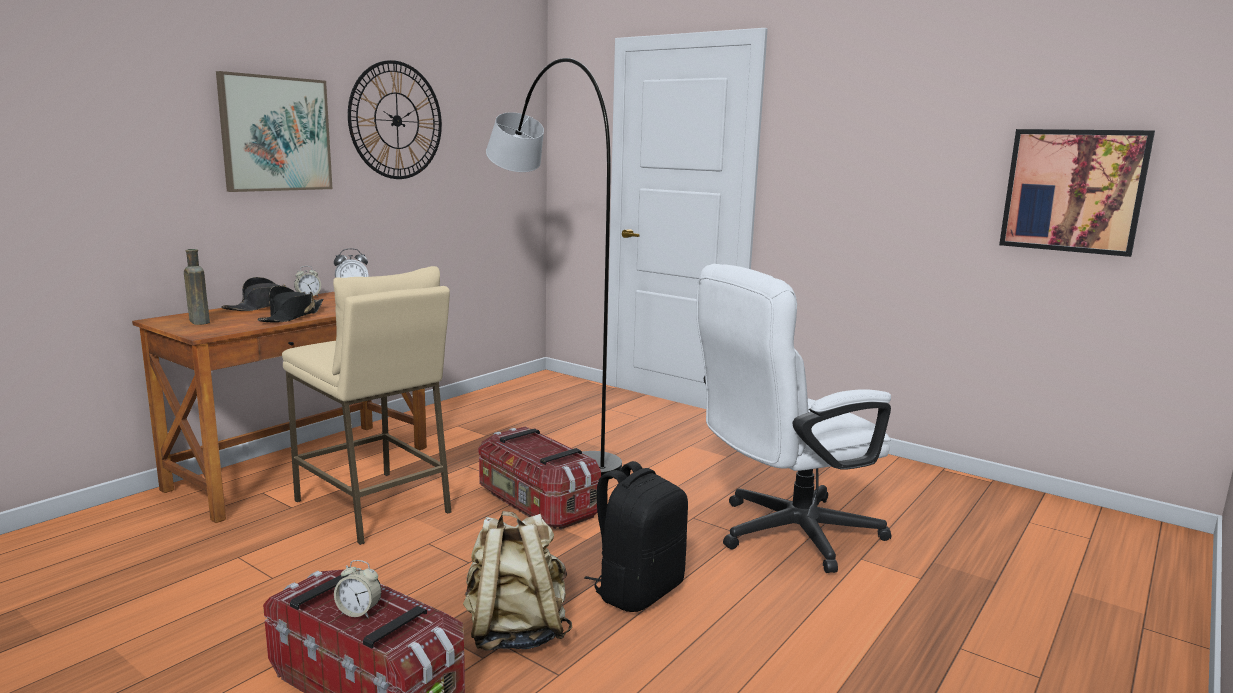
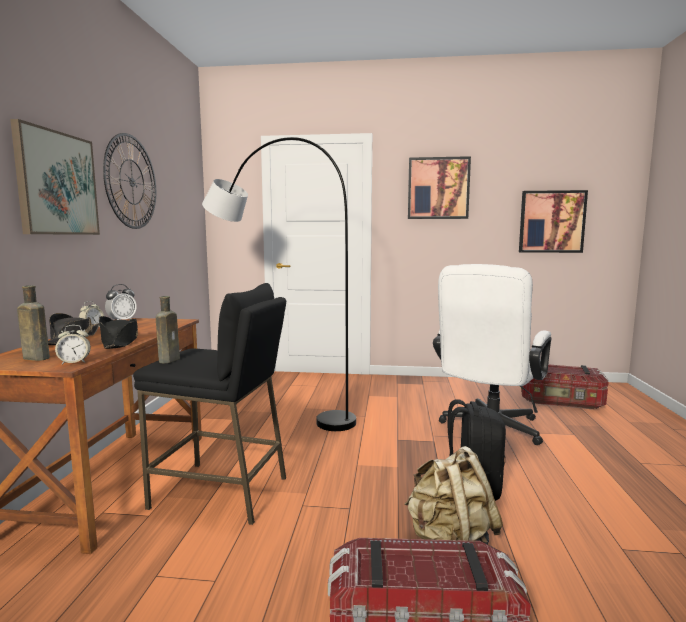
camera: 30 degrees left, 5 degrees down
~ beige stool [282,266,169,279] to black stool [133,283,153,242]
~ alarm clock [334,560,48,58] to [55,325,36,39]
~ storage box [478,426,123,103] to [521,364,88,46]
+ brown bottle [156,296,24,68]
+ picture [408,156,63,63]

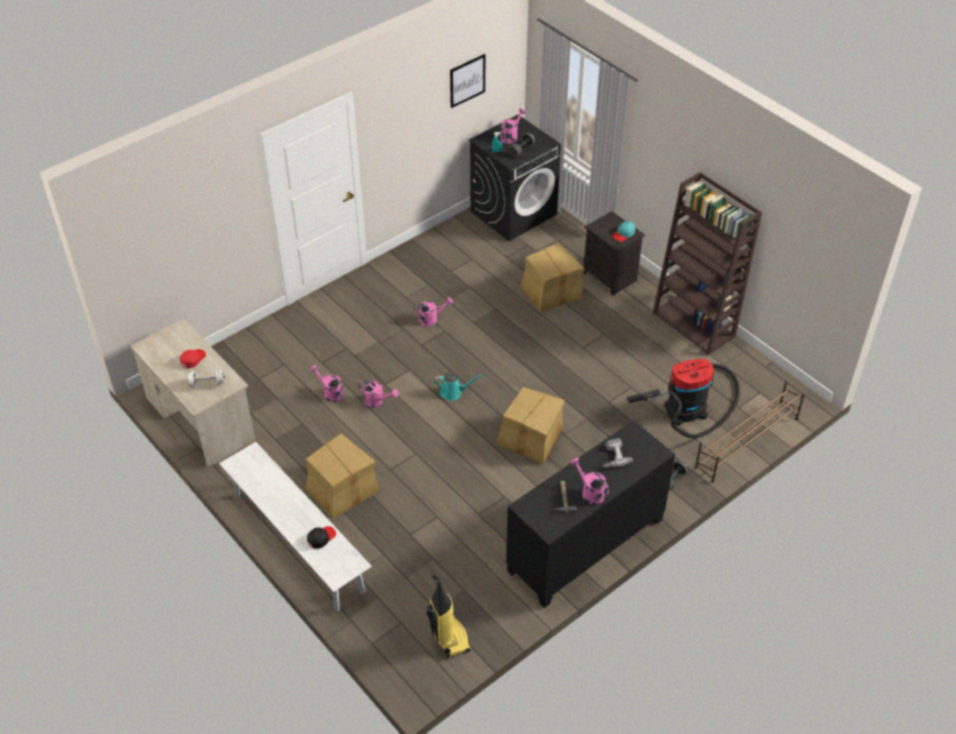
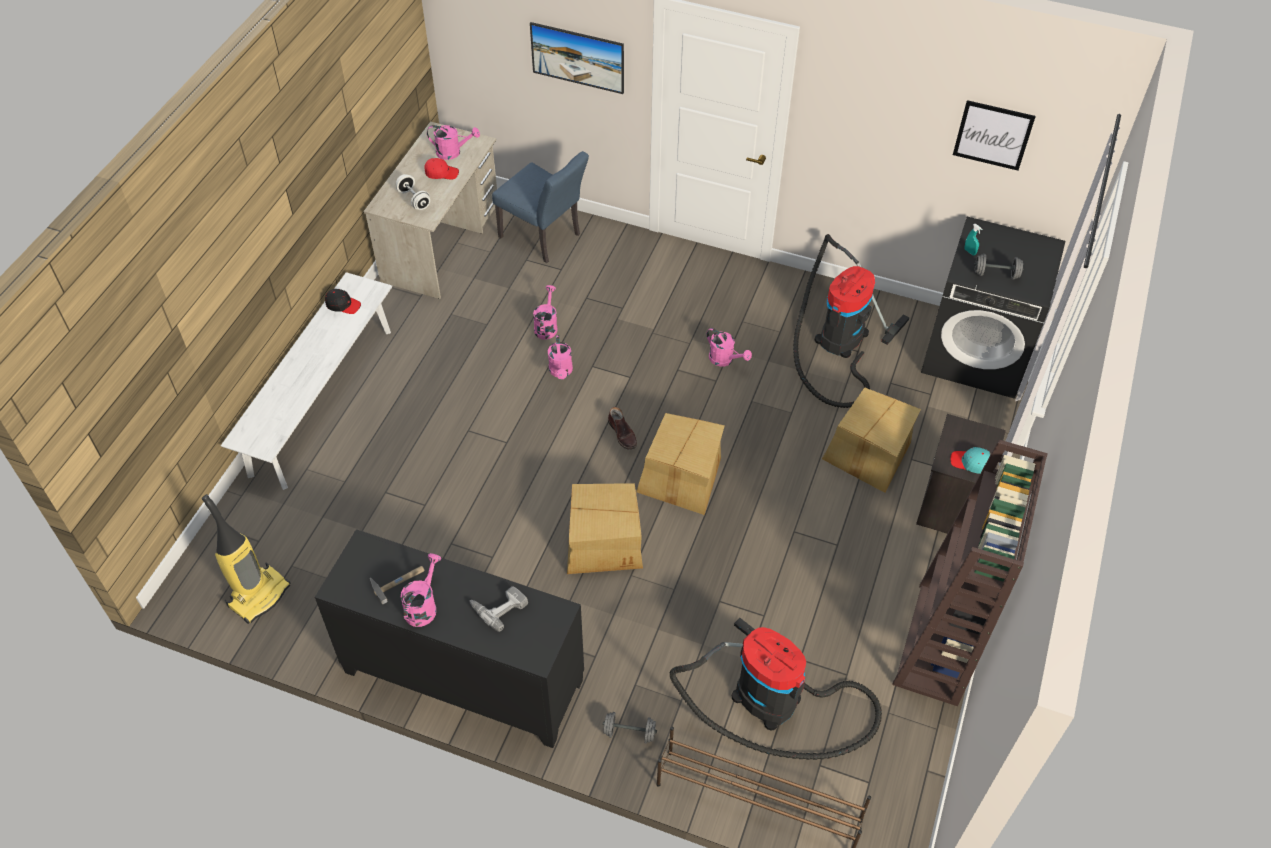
camera: 60 degrees right, 5 degrees up
~ cardboard box [305,433,75,86] to [636,413,89,102]
~ black cap [307,526,29,23] to [325,289,36,25]
~ turquoise watering can [434,373,48,28] to brown boot [608,407,29,43]
~ pink watering can [500,108,26,36] to [427,125,53,35]
+ blue chair [492,151,97,112]
+ picture [530,22,94,72]
+ vacuum cleaner [793,234,116,174]

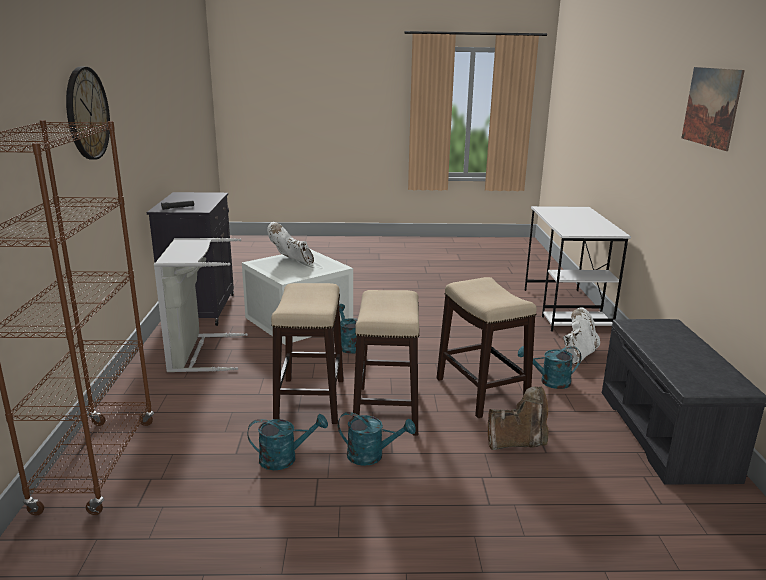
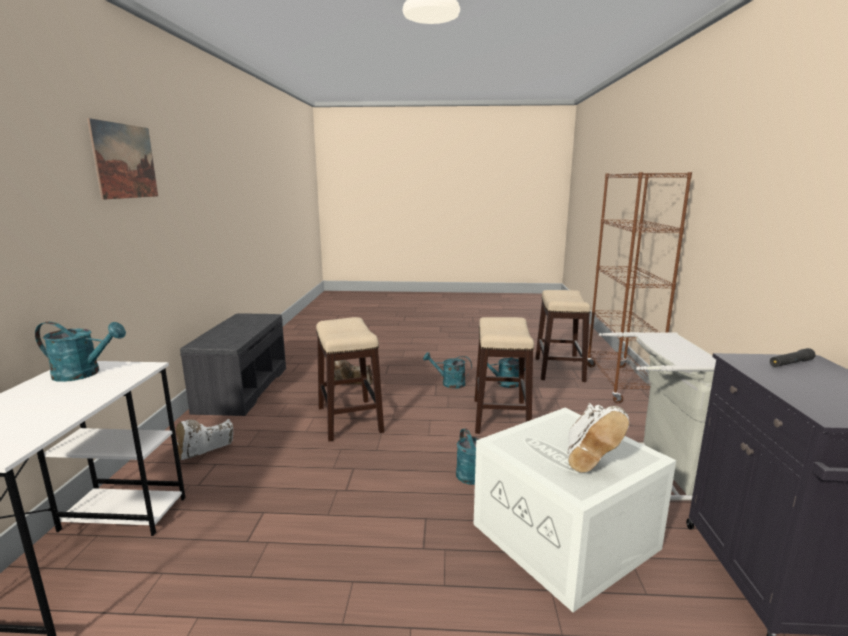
camera: 175 degrees left, 5 degrees down
- wall clock [66,66,44,94]
~ white boot [267,222,47,42] = [568,403,61,69] 60 degrees clockwise
~ stool [353,290,66,146] to [535,290,56,92]
~ turquoise watering can [518,346,63,43] to [35,322,91,60]

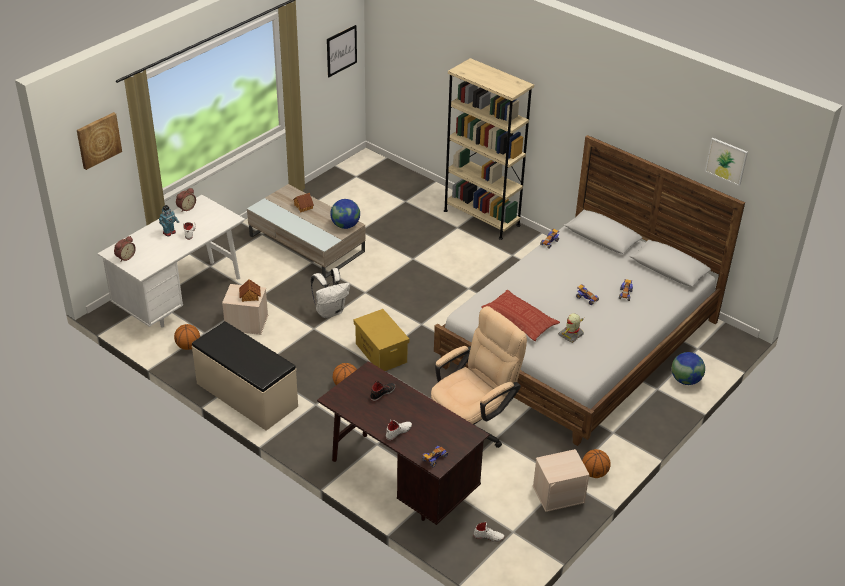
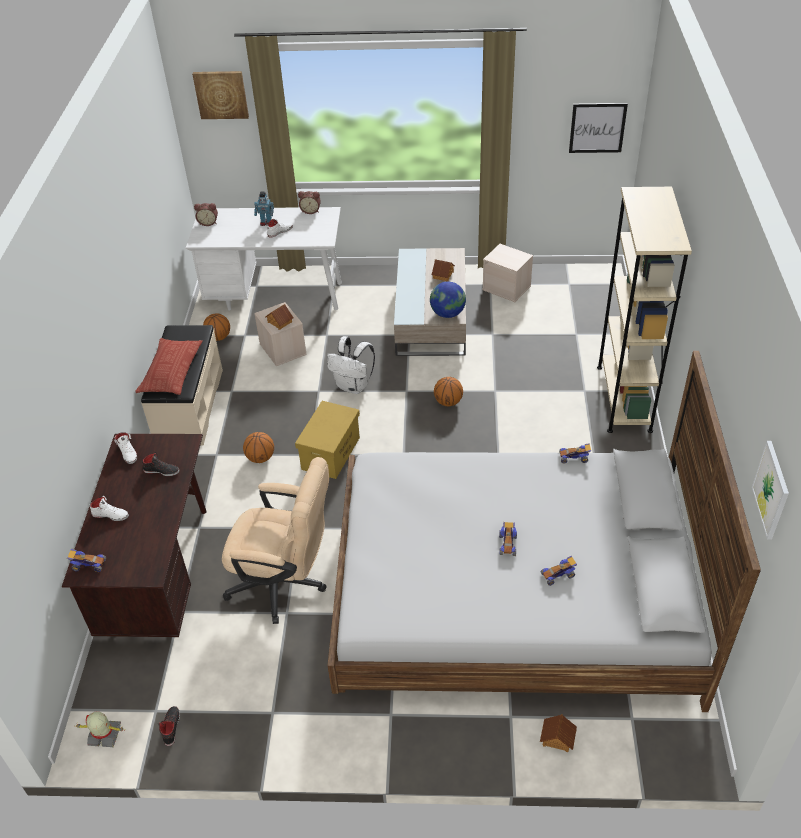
camera: 55 degrees right, 5 degrees up
~ white shoe [473,521,32,21] to [115,432,22,32]
~ pillow [481,290,79,51] to [135,338,68,57]
~ beige storage box [533,449,57,63] to [482,244,51,58]
~ toy robot [558,313,27,30] to [76,712,49,35]
~ basketball [582,449,29,29] to [434,377,29,29]
~ globe [671,352,34,33] to toy house [540,714,37,38]
+ black shoe [158,706,22,40]

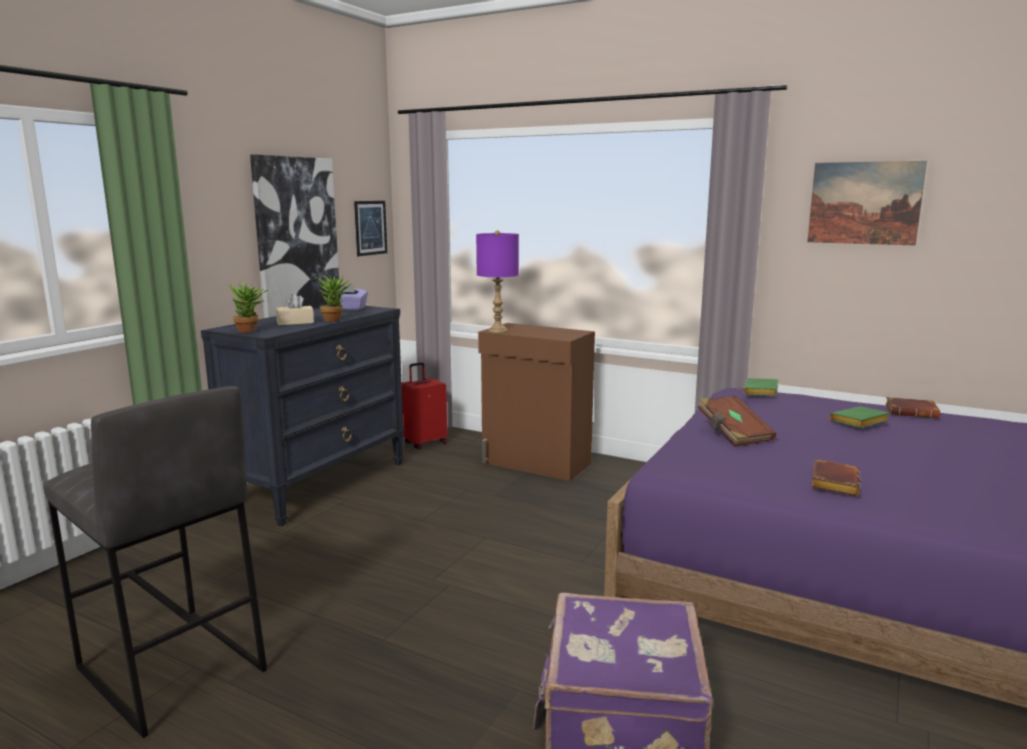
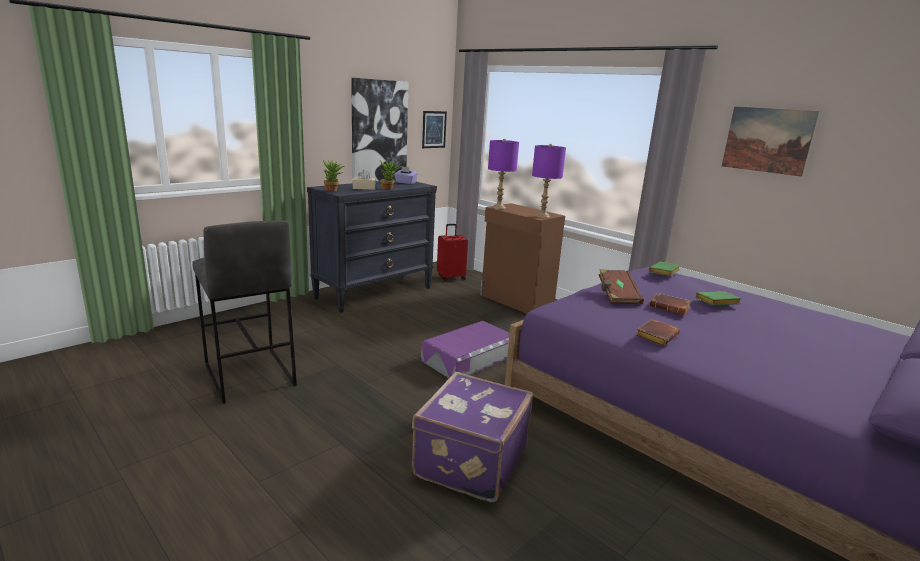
camera: 15 degrees right, 5 degrees up
~ brown book [886,397,54,21] to [649,293,42,22]
+ purple storage box [421,321,88,57]
+ purple table lamp [532,144,34,74]

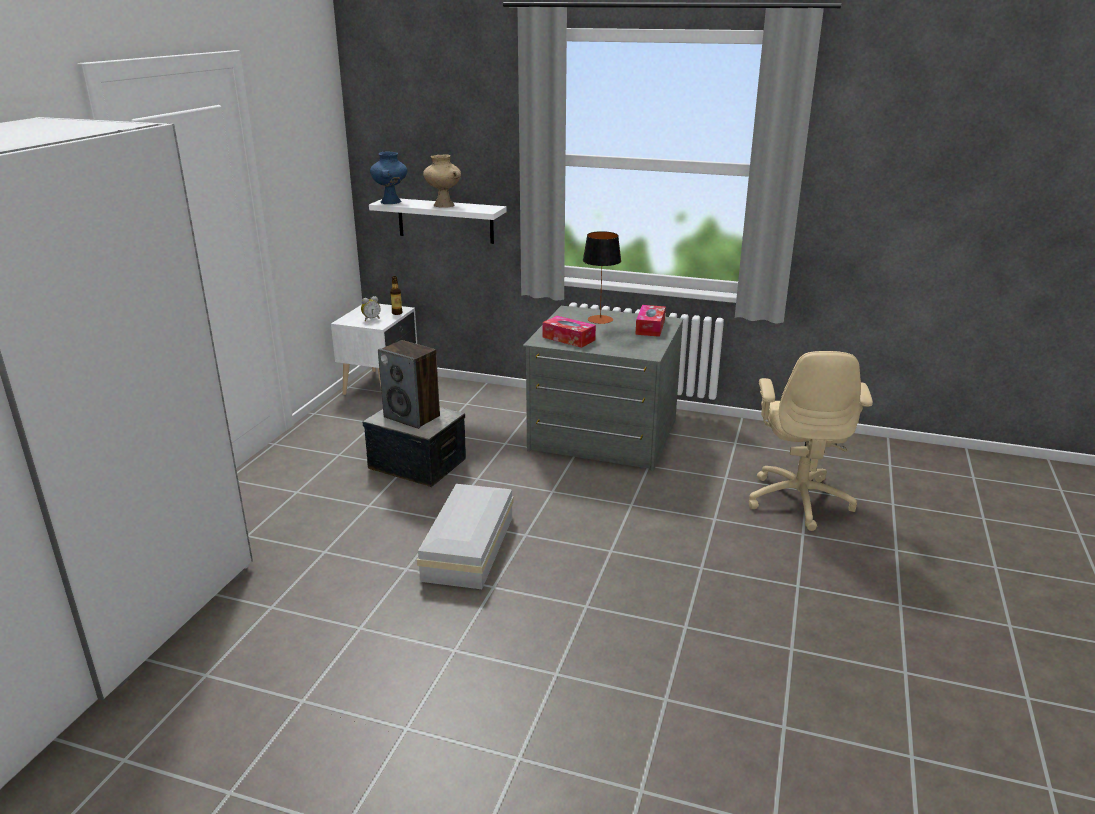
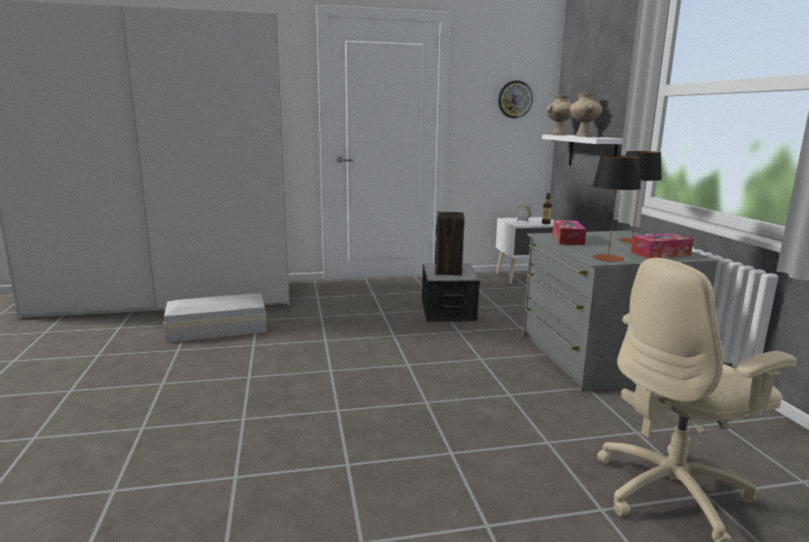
camera: 60 degrees right, 10 degrees down
~ blue vase [370,151,37,53] to beige vase [546,95,26,40]
~ white storage box [417,484,97,105] to [164,294,103,48]
+ wall clock [498,80,35,38]
+ table lamp [593,155,48,107]

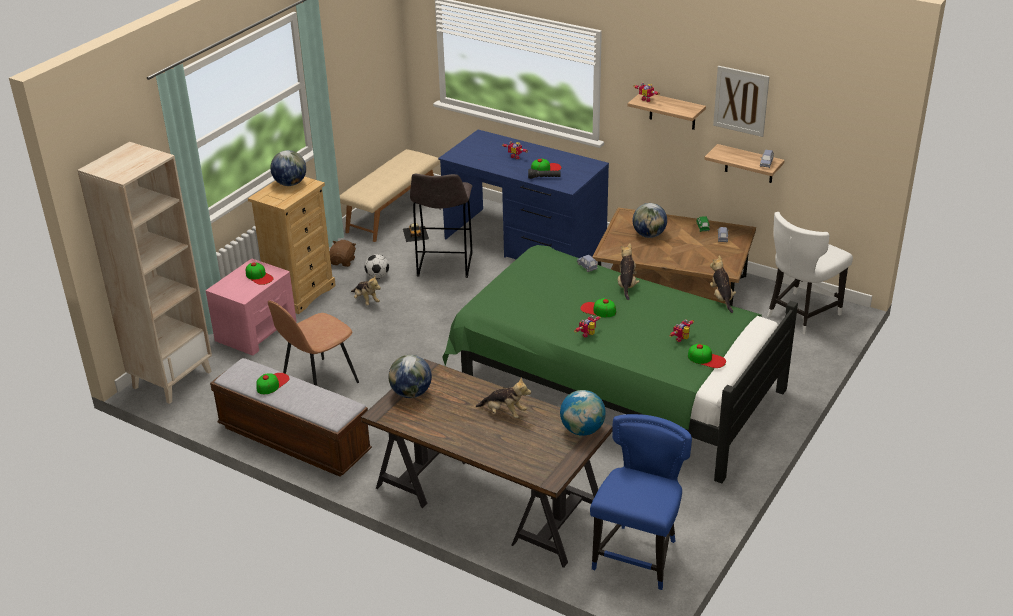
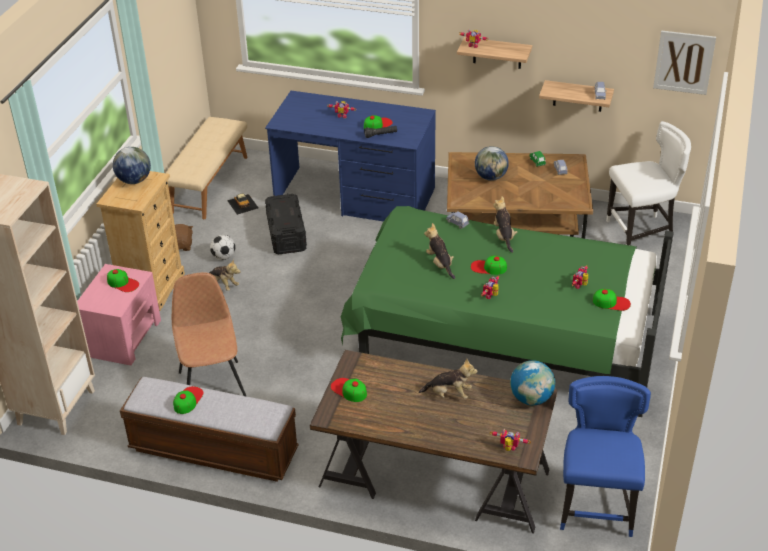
camera: 15 degrees left, 5 degrees up
~ brown chair [268,300,91,86] = [172,272,75,125] 135 degrees clockwise
~ globe [388,355,44,43] to cap [331,378,36,24]
~ grey stool [410,174,63,104] to black storage box [265,193,42,61]
~ plush toy [710,256,26,57] to [424,223,31,56]
~ picture [713,66,57,71] to [653,30,63,65]
~ white chair [767,212,86,122] = [606,121,85,124] 135 degrees counterclockwise
+ toy robot [490,429,41,22]

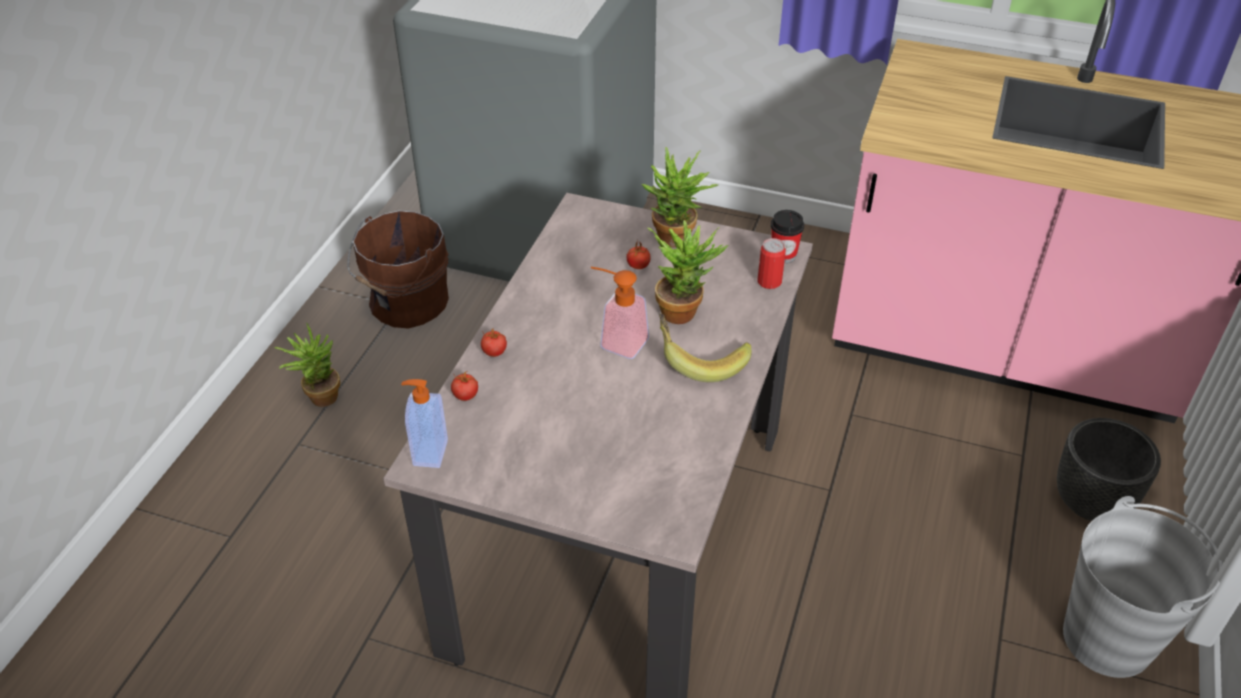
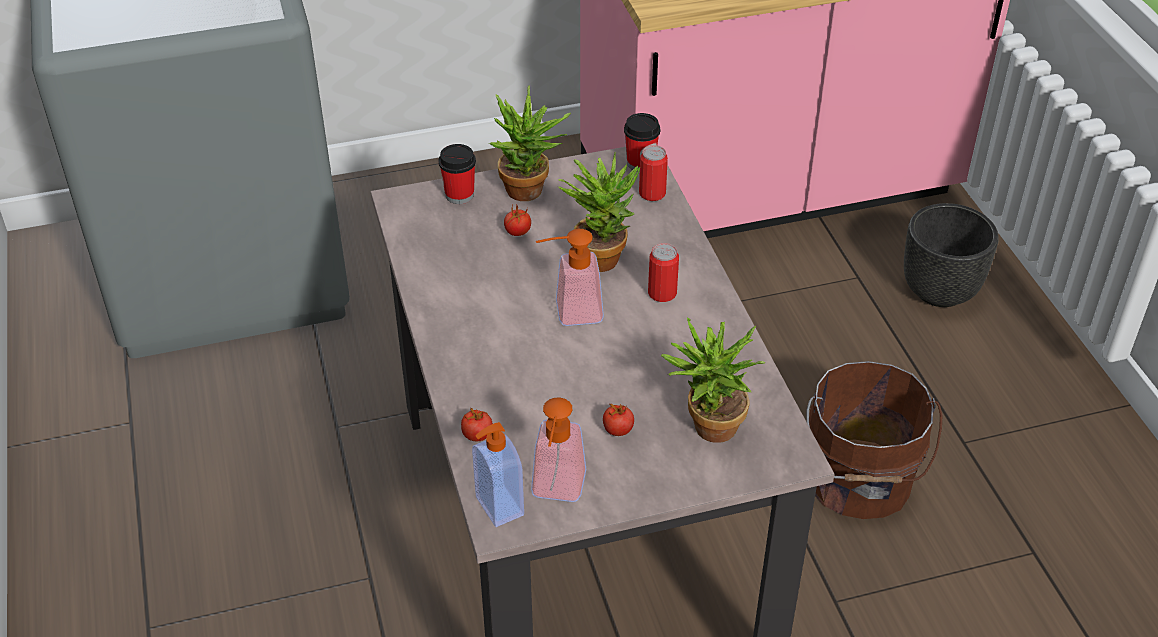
camera: 35 degrees left, 0 degrees up
~ potted plant [274,323,66,84] to [661,317,104,126]
~ brown bucket [347,210,102,119] to [806,361,137,158]
~ tomato [481,328,26,29] to [603,404,31,32]
~ banana [659,314,93,68] to can [648,243,31,59]
- grey bucket [1063,496,160,182]
+ cup [438,144,38,60]
+ soap dispenser [531,398,55,104]

